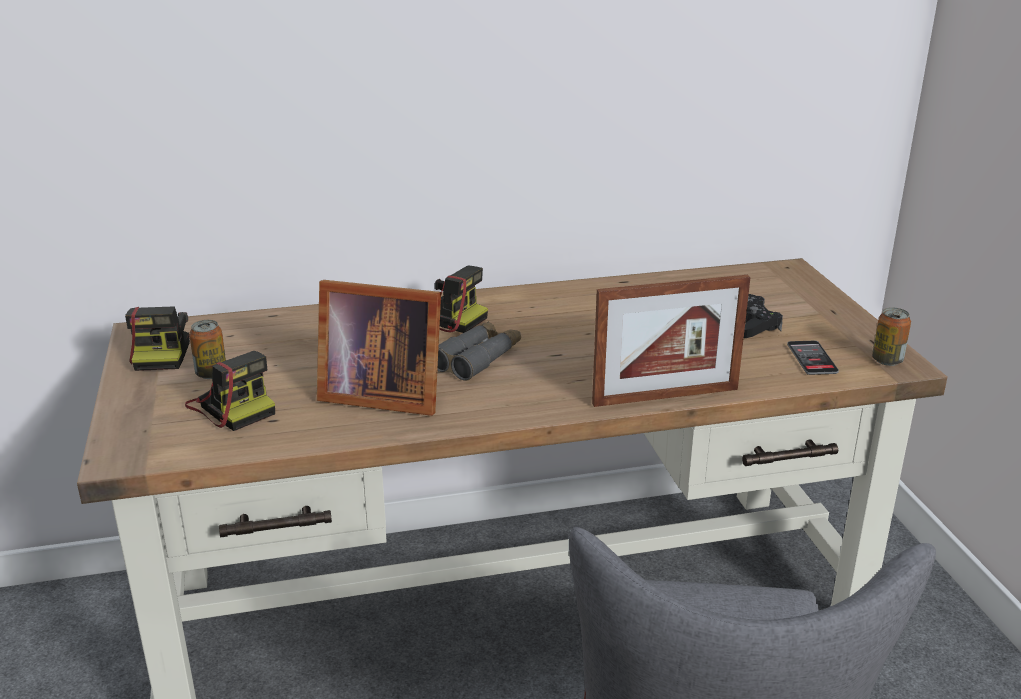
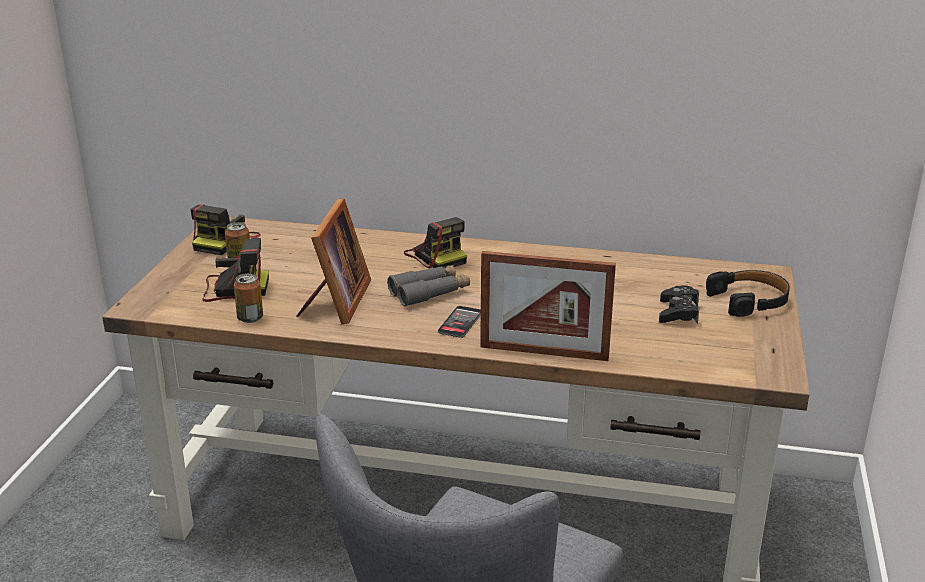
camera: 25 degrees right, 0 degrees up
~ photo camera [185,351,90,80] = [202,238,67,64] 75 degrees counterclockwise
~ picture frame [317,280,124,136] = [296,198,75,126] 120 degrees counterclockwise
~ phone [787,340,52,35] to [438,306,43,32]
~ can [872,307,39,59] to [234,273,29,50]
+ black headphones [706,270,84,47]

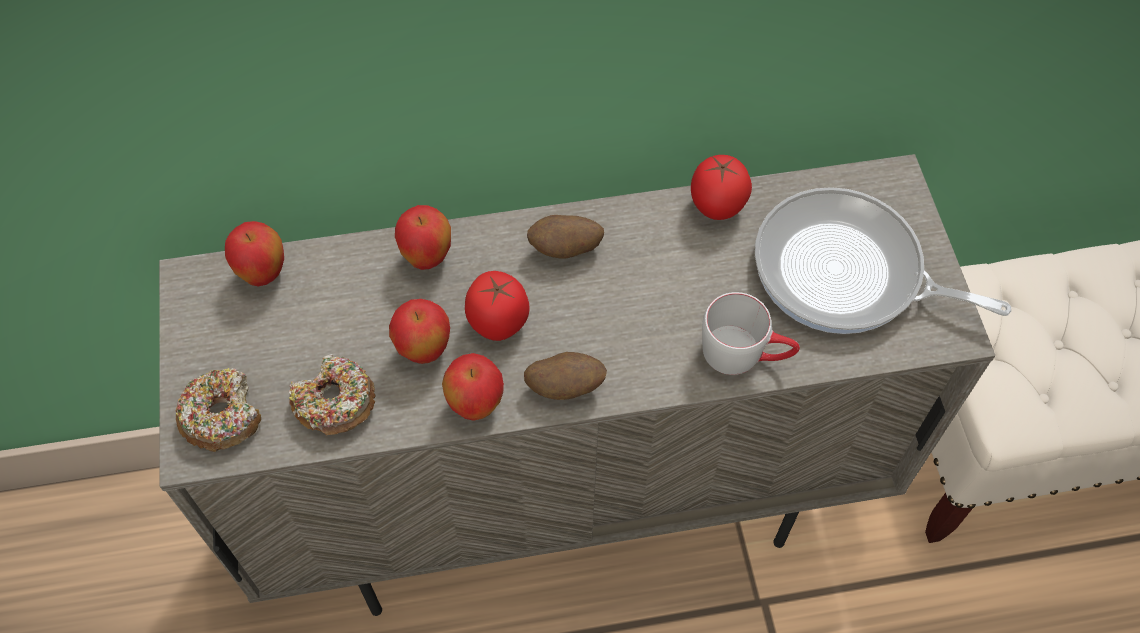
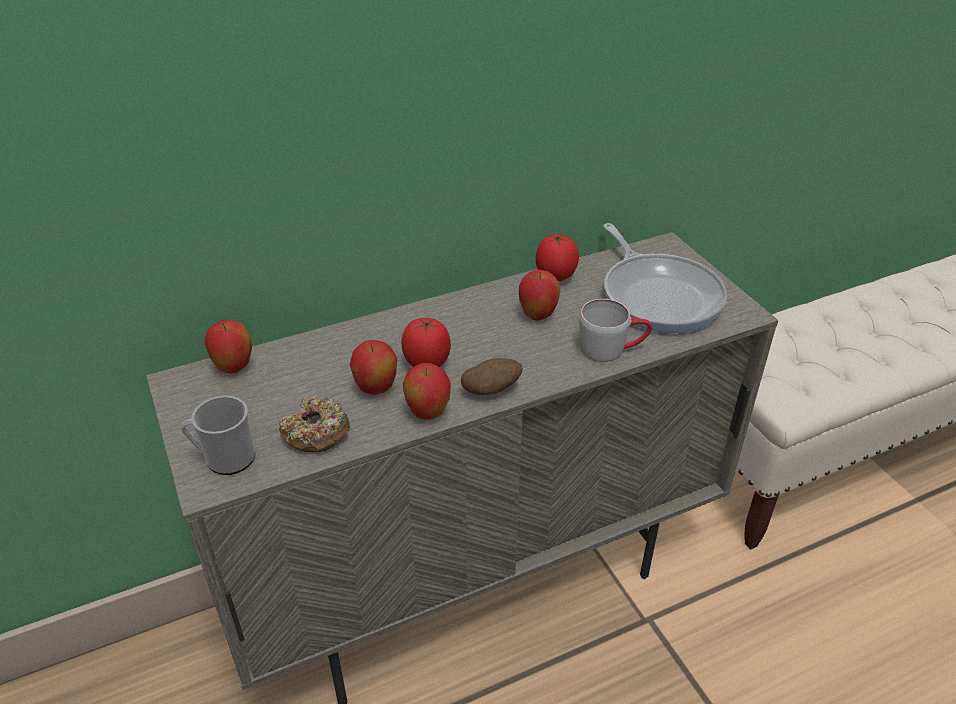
camera: 15 degrees left, 20 degrees down
~ donut [176,368,85,84] to mug [181,396,74,79]
~ apple [395,205,56,65] to [519,269,41,52]
- potato [527,215,77,43]
~ frying pan [755,187,256,147] = [603,223,124,110] 120 degrees counterclockwise

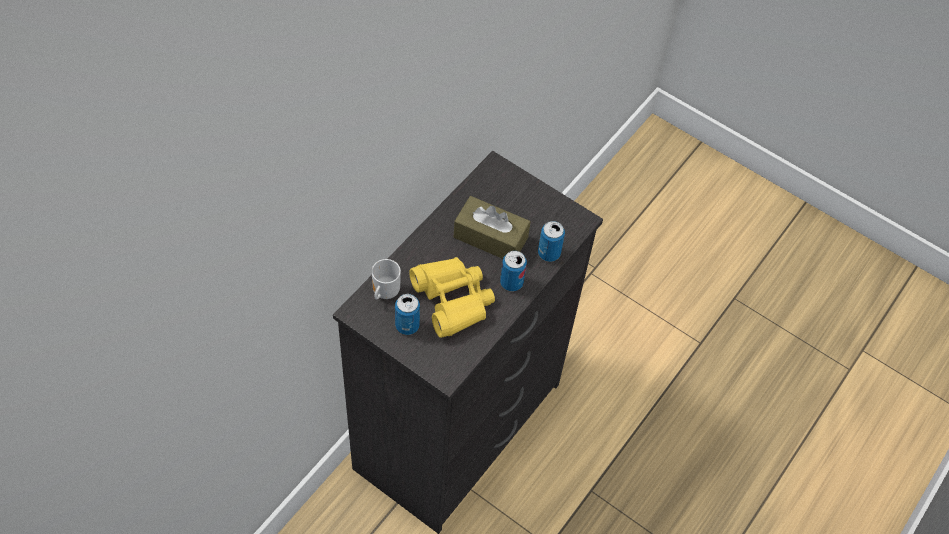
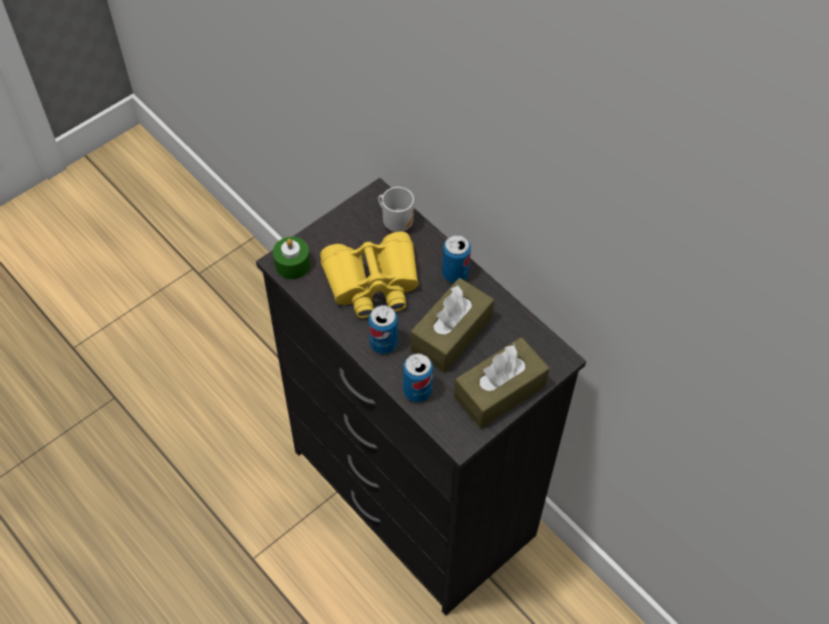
camera: 105 degrees right, 0 degrees up
~ can [395,294,25,41] to [442,235,29,48]
+ green candle [273,237,37,42]
+ brown tissue box [454,337,96,92]

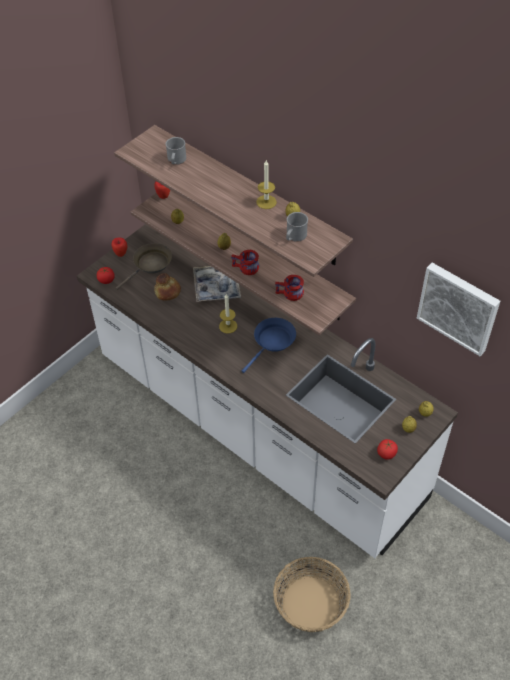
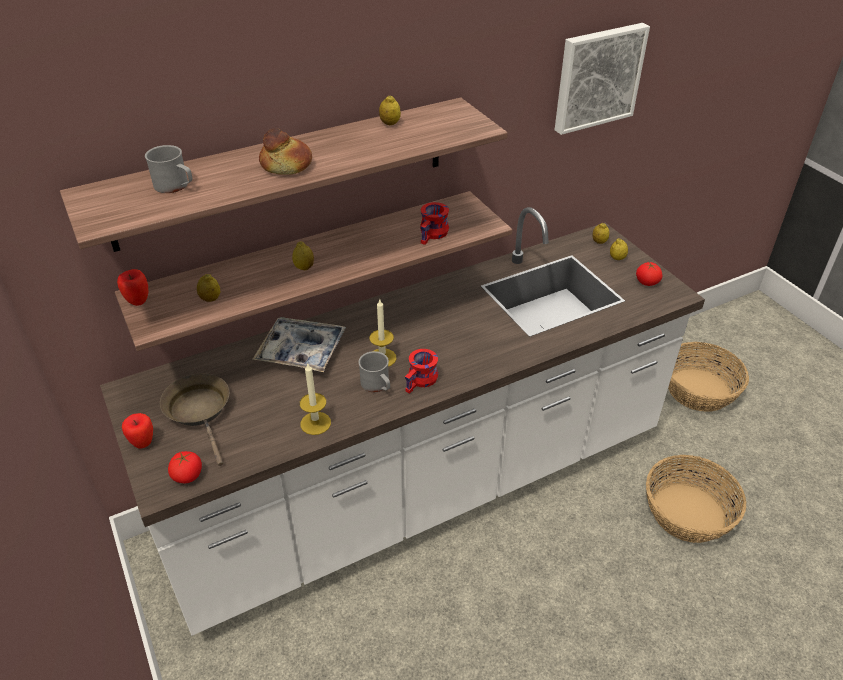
camera: 70 degrees left, 10 degrees down
~ bread [154,273,27,28] to [259,128,53,47]
~ red mug [231,250,28,25] to [405,349,33,45]
- blue frying pan [242,318,54,55]
~ candle [256,160,21,49] to [300,364,31,71]
~ grey mug [286,212,22,30] to [358,351,32,41]
+ basket [668,342,81,70]

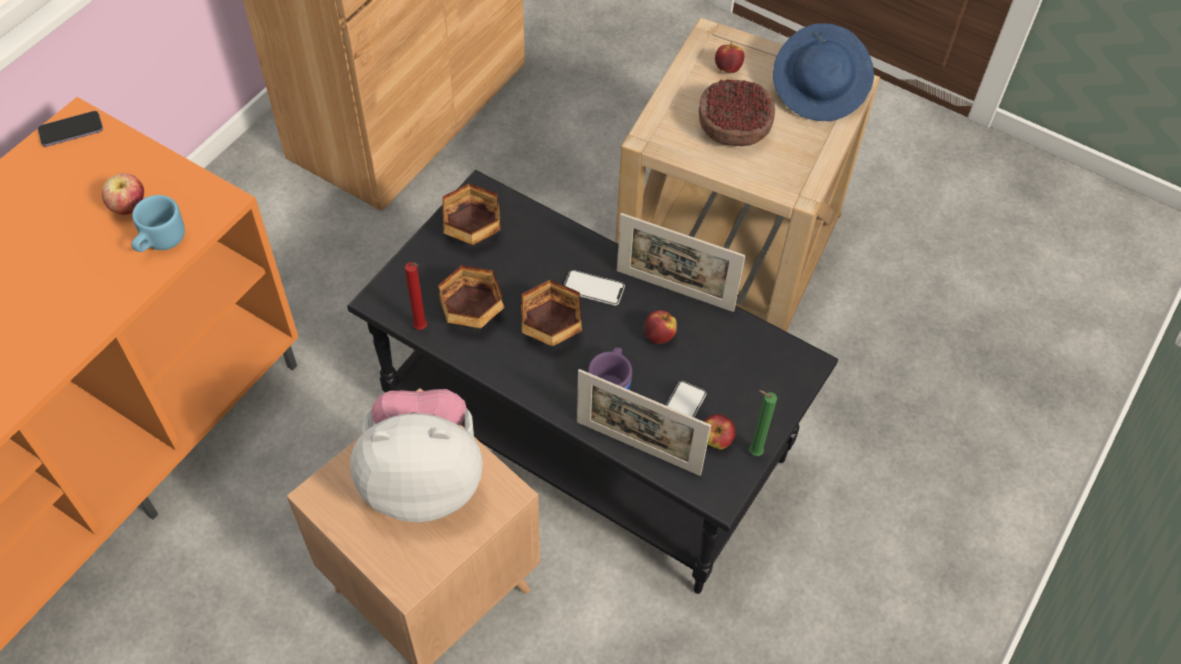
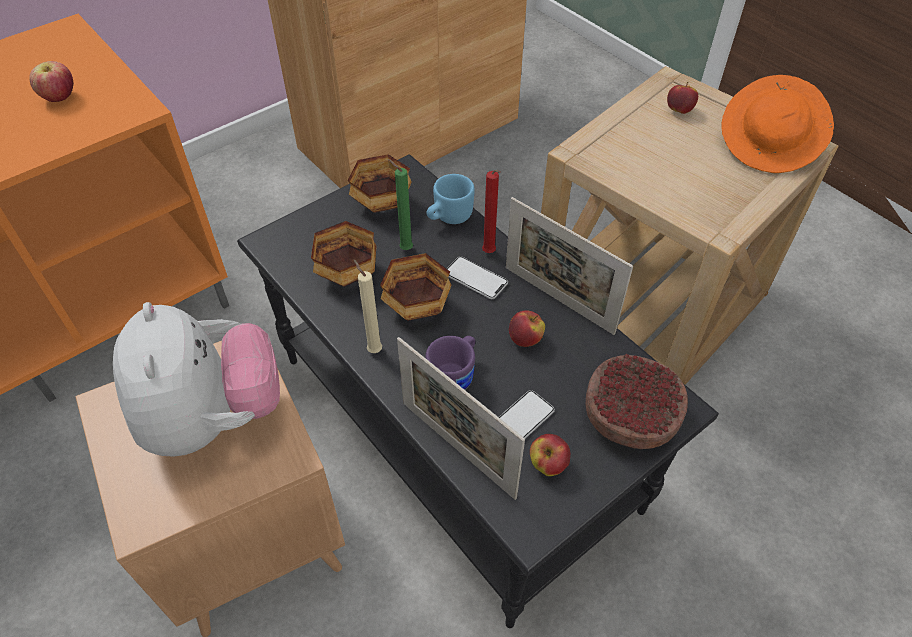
camera: 20 degrees right, 5 degrees down
- phone [38,111,65,36]
~ blue mug [131,195,54,57] to [427,174,48,50]
~ plush toy [350,389,133,133] = [113,302,167,155] 60 degrees clockwise
~ red candle [405,262,22,68] to [482,170,19,83]
~ bowl [699,79,76,67] to [586,354,102,95]
~ green candle [749,390,28,66] to [388,159,25,91]
~ blue hat [773,23,101,98] to orange hat [721,75,113,98]
+ beige candle [353,259,29,94]

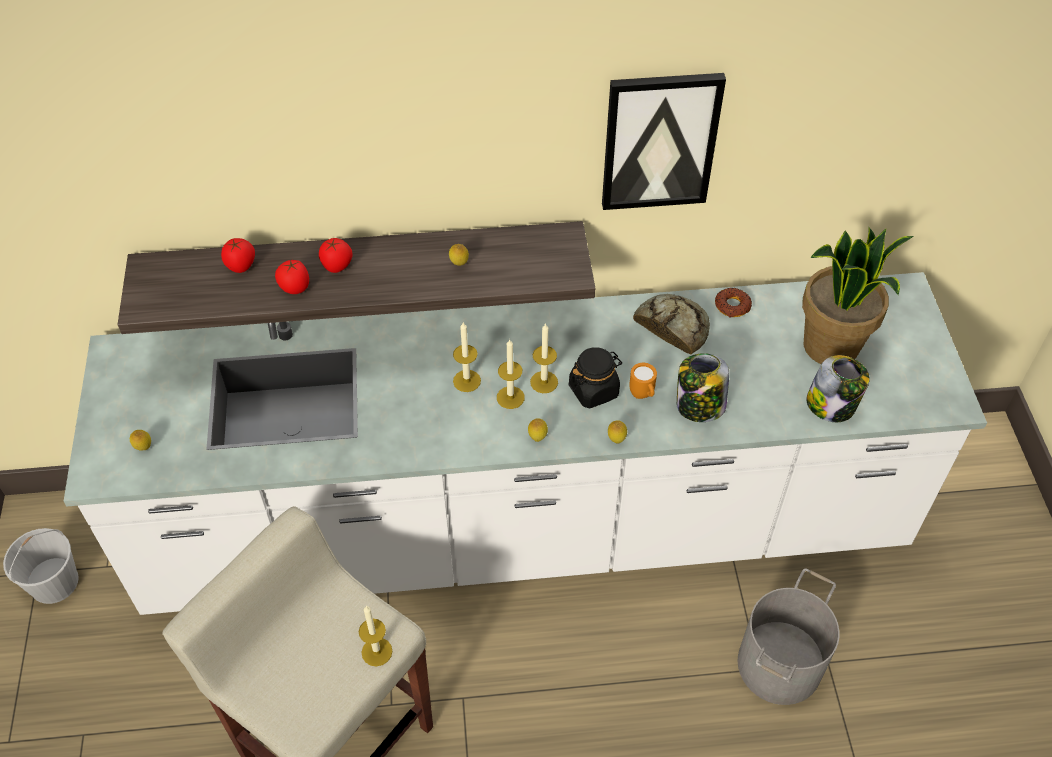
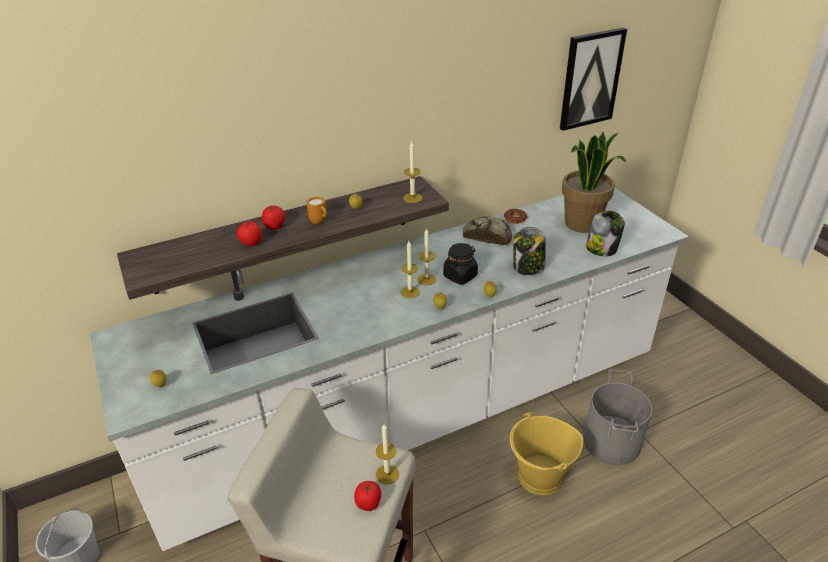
camera: 20 degrees left, 15 degrees down
~ tomato [221,238,34,35] to [354,481,27,30]
~ candle [453,323,28,69] to [403,141,19,62]
~ picture [602,73,124,137] to [560,27,67,104]
~ orange mug [629,363,28,36] to [306,197,21,27]
+ yellow bucket [510,412,73,84]

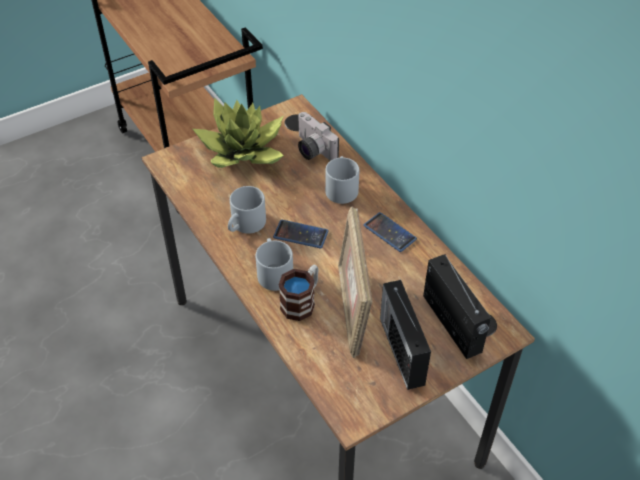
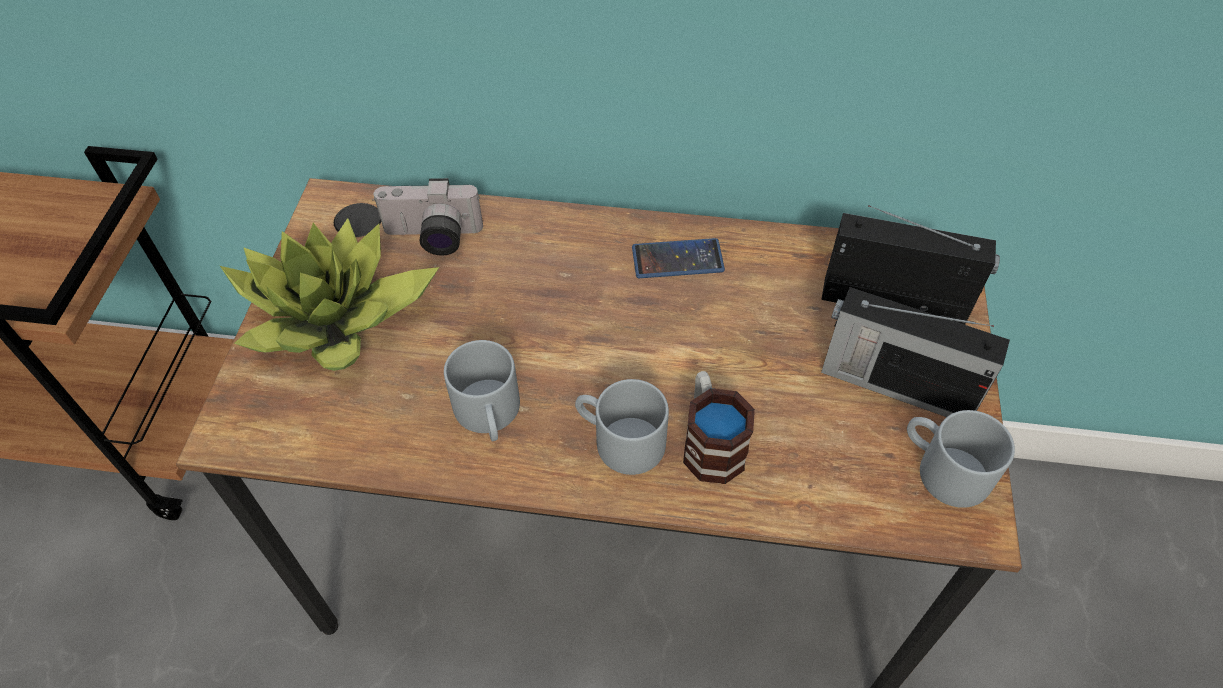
camera: 50 degrees left, 5 degrees up
- phone [273,220,56,29]
~ grey mug [325,156,34,48] to [907,410,108,98]
- picture frame [338,206,35,152]

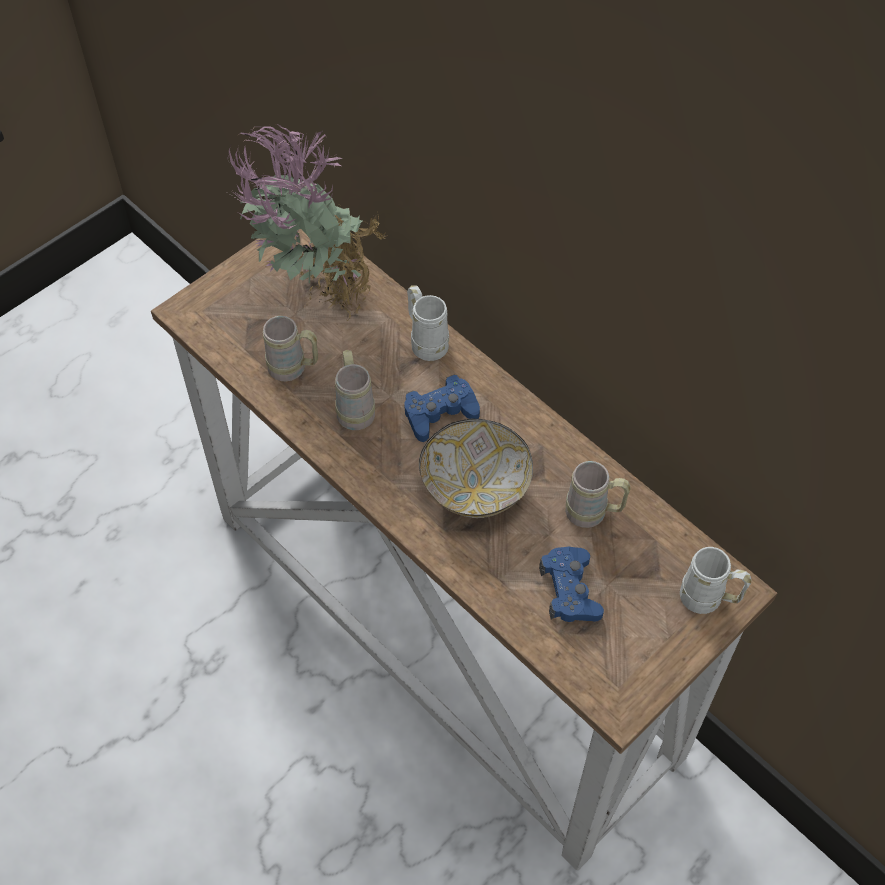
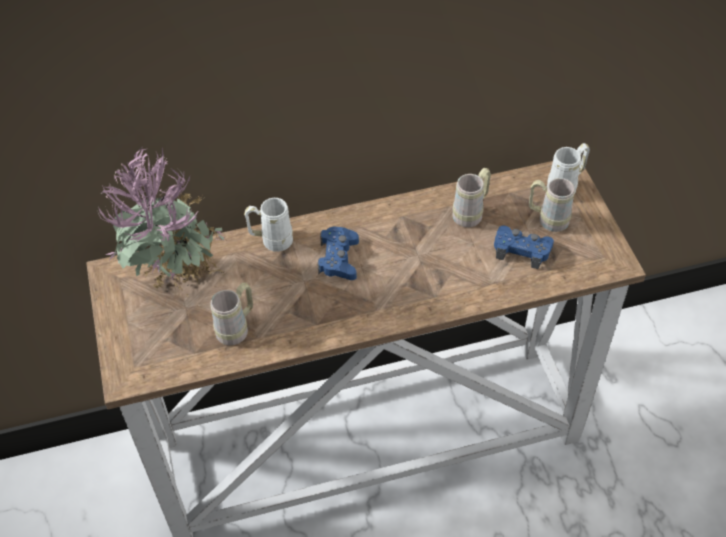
camera: 60 degrees left, 5 degrees down
~ beige mug [335,350,40,80] to [529,178,46,54]
- bowl [419,419,114,99]

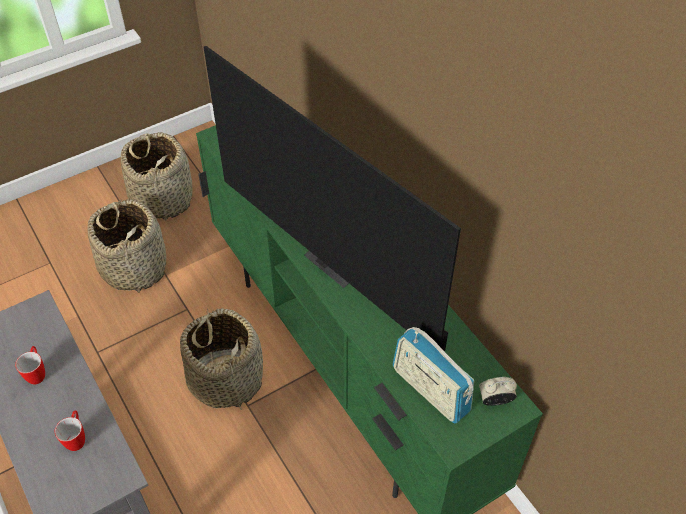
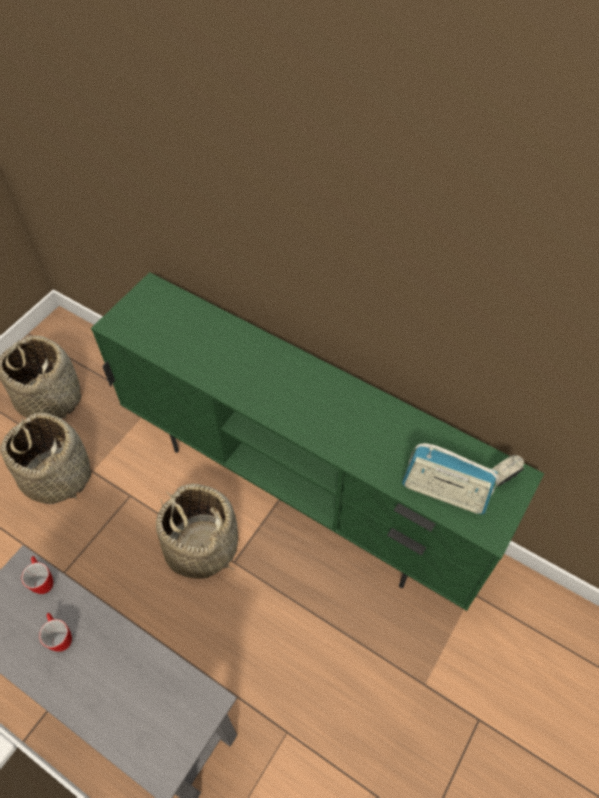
camera: 25 degrees left, 5 degrees up
~ mug [55,410,30,41] to [21,556,32,38]
- television [204,46,257,305]

